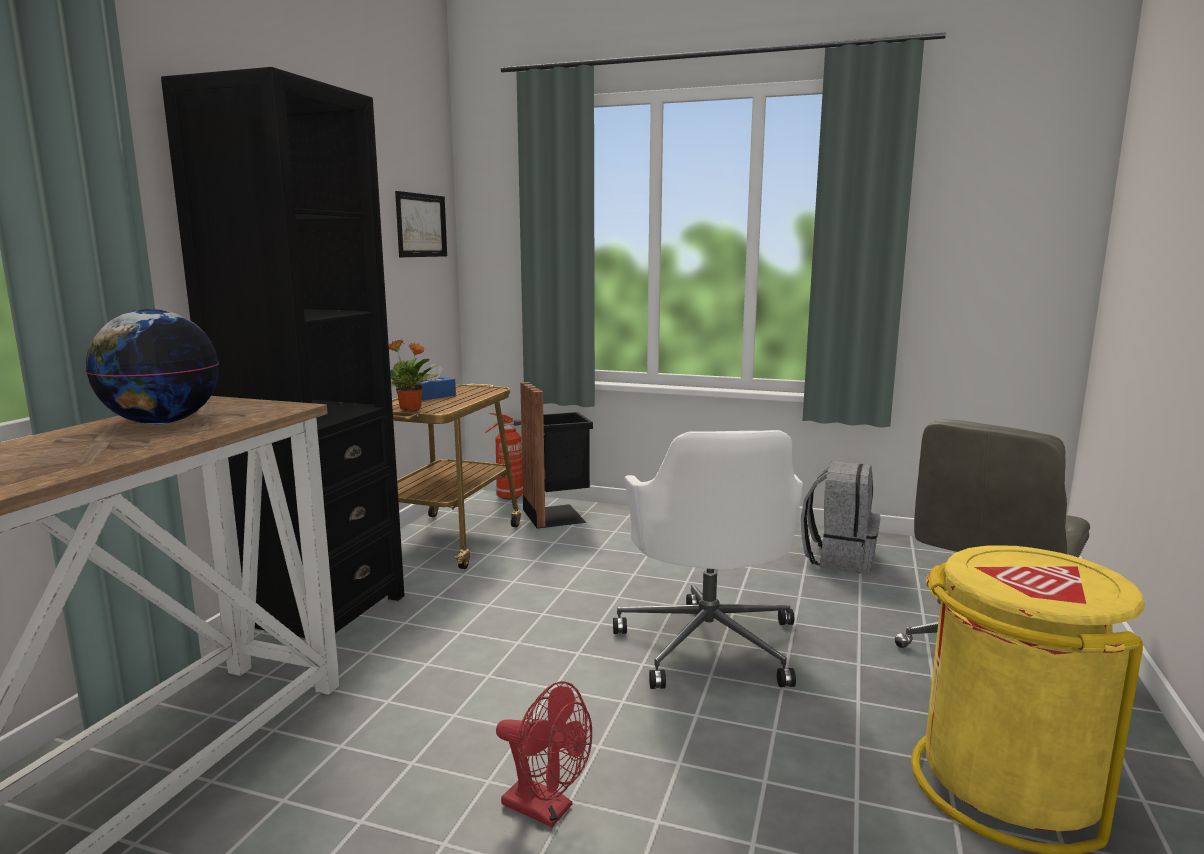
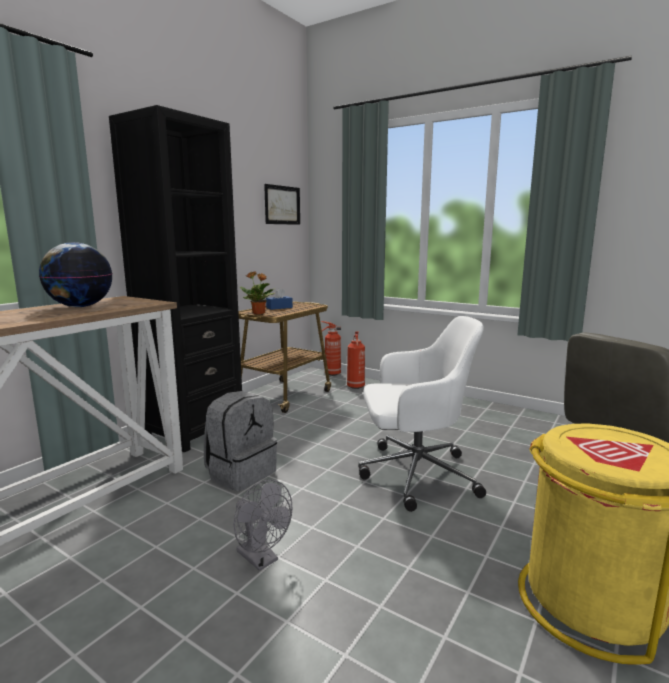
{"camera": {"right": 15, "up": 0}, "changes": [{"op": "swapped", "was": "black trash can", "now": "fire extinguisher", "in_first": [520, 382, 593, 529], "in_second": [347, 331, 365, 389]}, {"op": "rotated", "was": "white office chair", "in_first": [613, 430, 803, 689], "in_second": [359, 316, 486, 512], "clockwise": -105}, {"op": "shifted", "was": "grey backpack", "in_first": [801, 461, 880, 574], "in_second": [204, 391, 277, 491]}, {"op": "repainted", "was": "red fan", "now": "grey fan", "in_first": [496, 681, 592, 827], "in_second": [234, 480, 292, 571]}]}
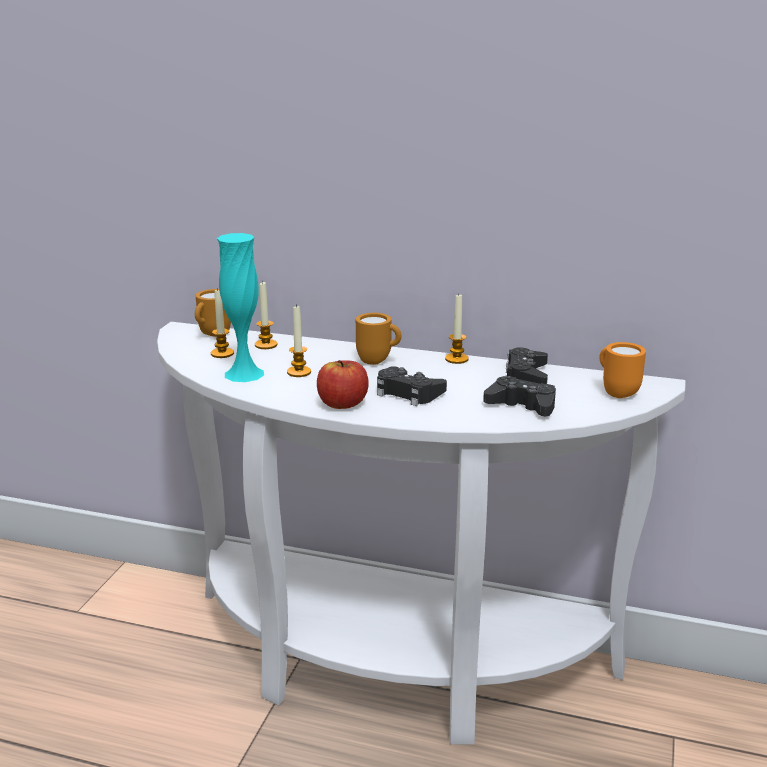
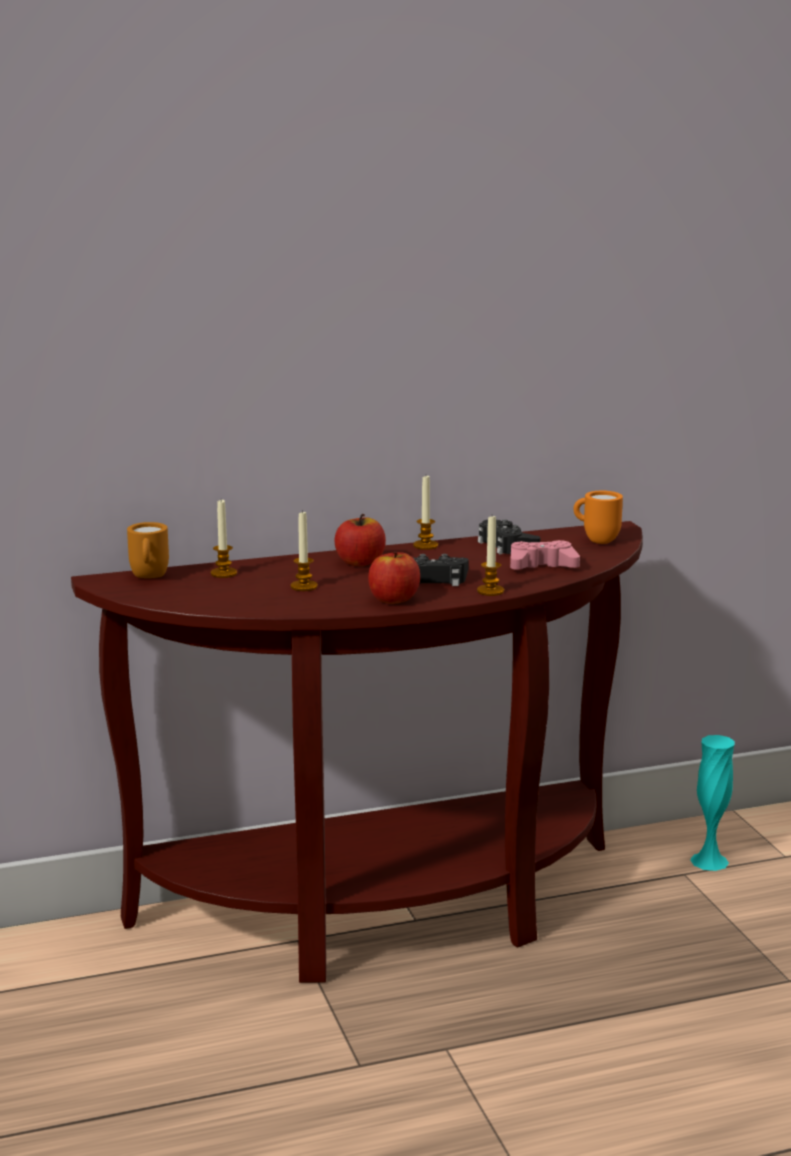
{"camera": {"right": -35, "up": -5}, "changes": [{"op": "shifted", "was": "turquoise vase", "in_first": [217, 233, 264, 382], "in_second": [690, 735, 735, 871]}, {"op": "shifted", "was": "candle", "in_first": [211, 288, 234, 358], "in_second": [477, 516, 504, 596]}, {"op": "swapped", "was": "orange mug", "now": "apple", "in_first": [356, 313, 402, 365], "in_second": [335, 514, 386, 566]}, {"op": "repainted", "was": "white console table", "now": "brown console table", "in_first": [157, 322, 686, 745], "in_second": [71, 521, 643, 983]}, {"op": "repainted", "was": "black game controller", "now": "pink game controller", "in_first": [483, 376, 556, 416], "in_second": [510, 540, 580, 570]}]}
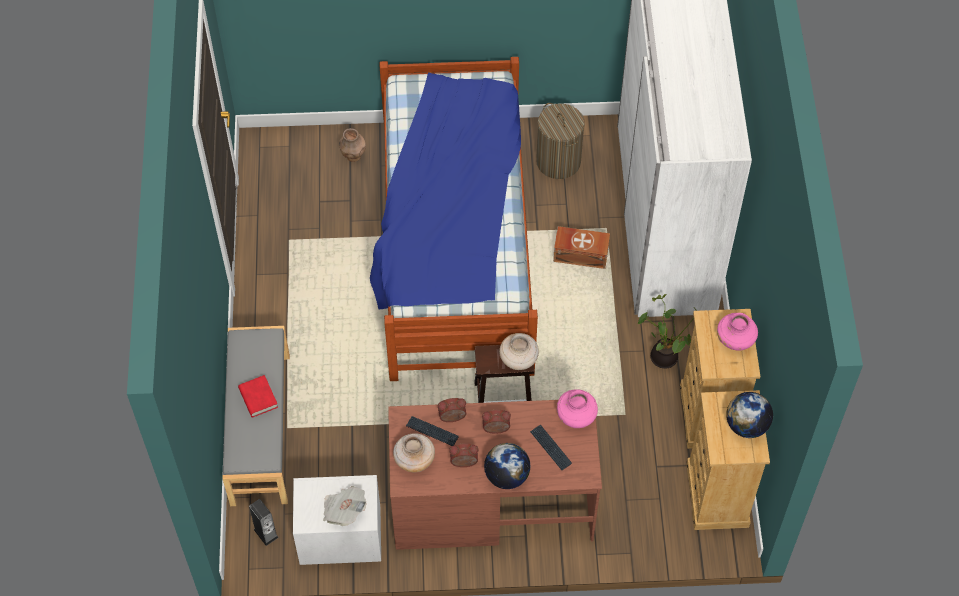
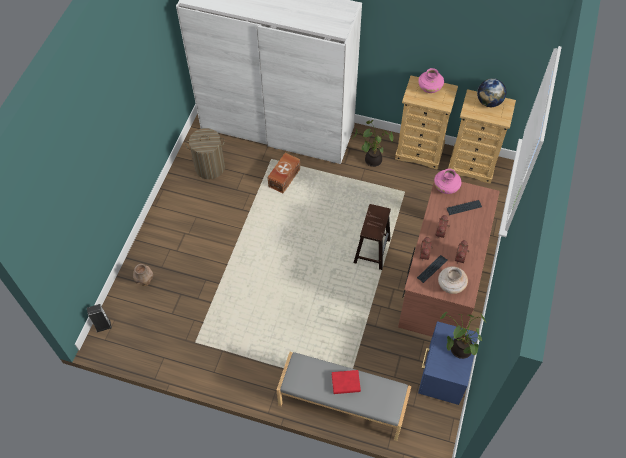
{"camera": {"right": -70, "up": 0}, "changes": [{"op": "gone", "was": "bed", "in_first": [370, 57, 538, 381]}, {"op": "gone", "was": "beige vase", "in_first": [499, 333, 539, 370]}, {"op": "gone", "was": "globe", "in_first": [484, 443, 530, 489]}, {"op": "repainted", "was": "white nightstand", "now": "blue nightstand", "in_first": [293, 475, 381, 565], "in_second": [418, 321, 479, 405]}, {"op": "swapped", "was": "newspaper", "now": "potted plant", "in_first": [323, 486, 367, 526], "in_second": [440, 312, 486, 359]}, {"op": "shifted", "was": "speaker", "in_first": [249, 499, 279, 546], "in_second": [87, 304, 112, 332]}]}
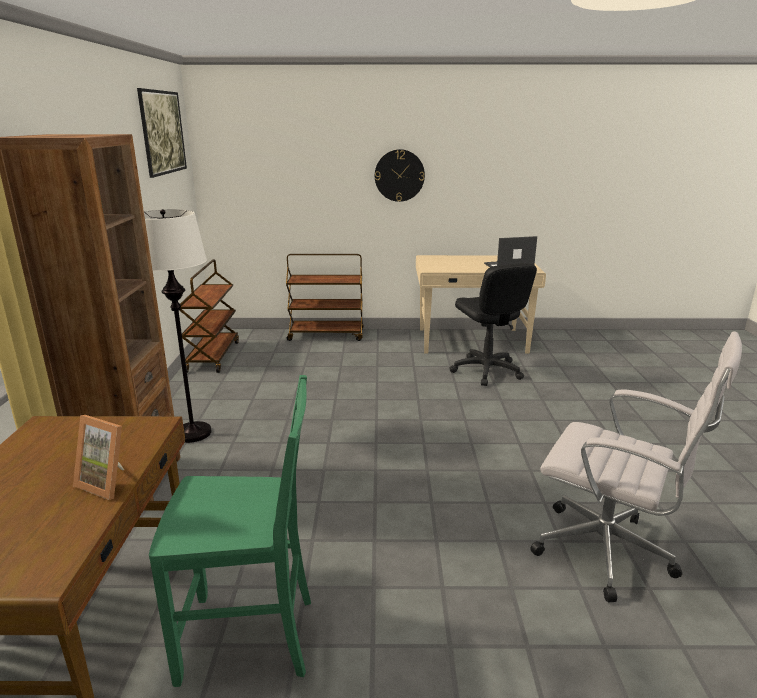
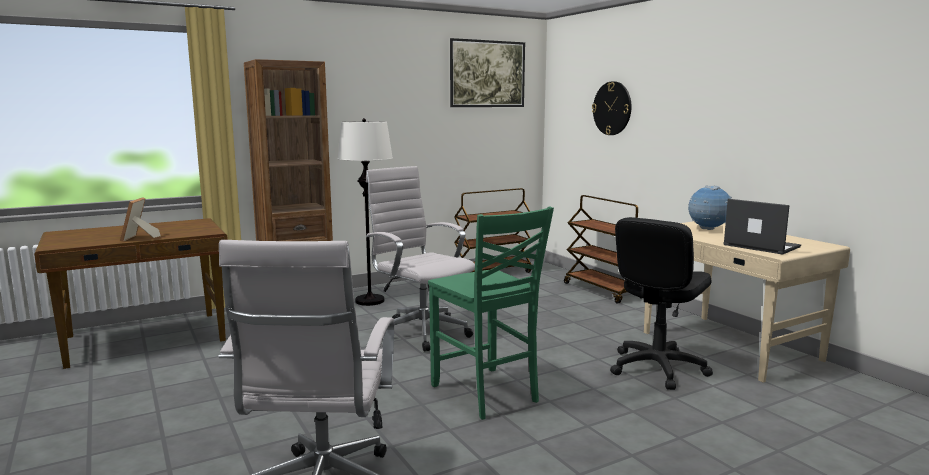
{"camera": {"right": 60, "up": -10}, "changes": [{"op": "shifted", "was": "wall clock", "in_first": [375, 149, 425, 202], "in_second": [592, 81, 631, 135]}, {"op": "shifted", "was": "green chair", "in_first": [149, 375, 311, 687], "in_second": [428, 207, 554, 420]}, {"op": "new", "now": "white office chair", "in_second": [366, 166, 475, 352]}, {"op": "new", "now": "globe", "in_second": [688, 185, 732, 230]}]}
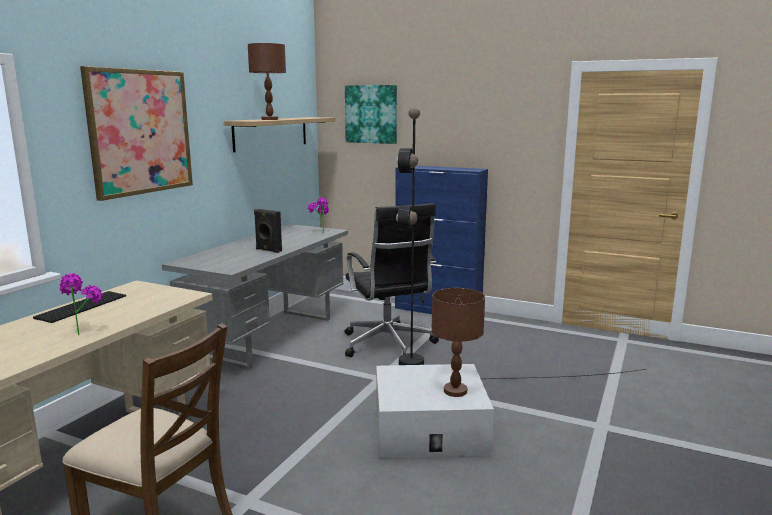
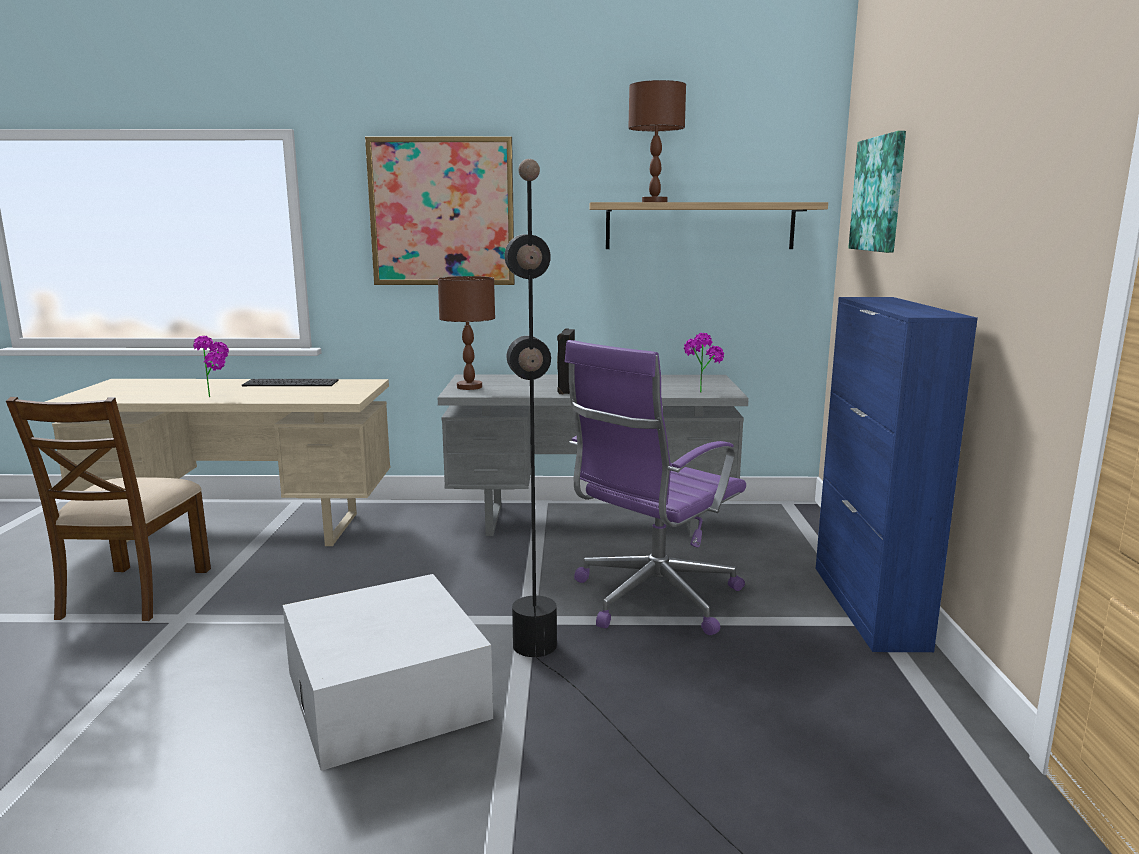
{"camera": {"right": 65, "up": 0}, "changes": [{"op": "repainted", "was": "black office chair", "now": "purple office chair", "in_first": [345, 203, 439, 357], "in_second": [565, 340, 746, 635]}, {"op": "shifted", "was": "brown table lamp", "in_first": [431, 288, 485, 397], "in_second": [438, 276, 495, 390]}]}
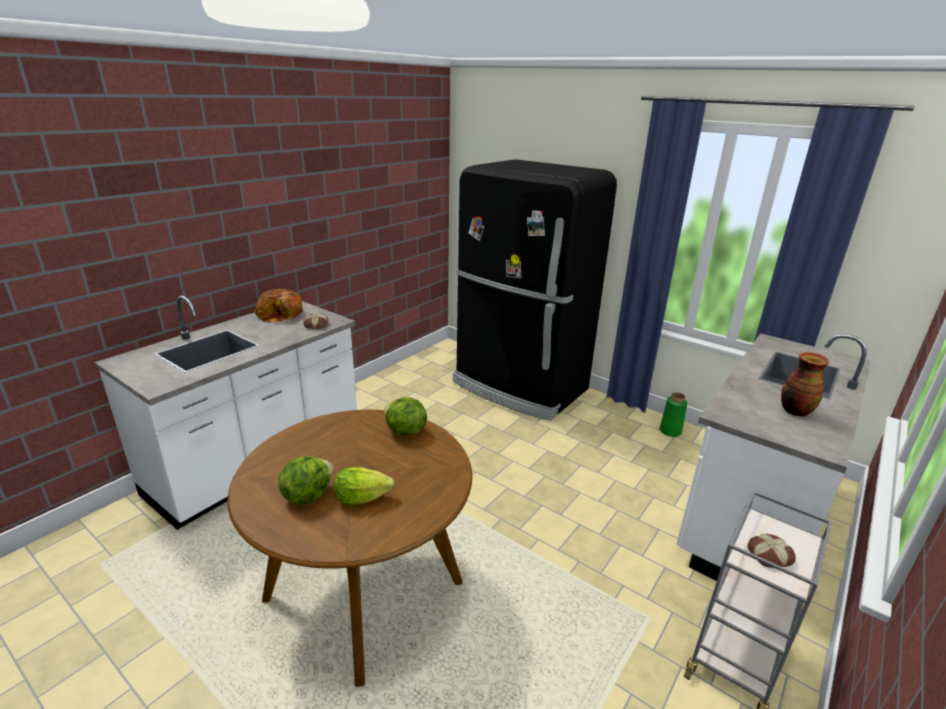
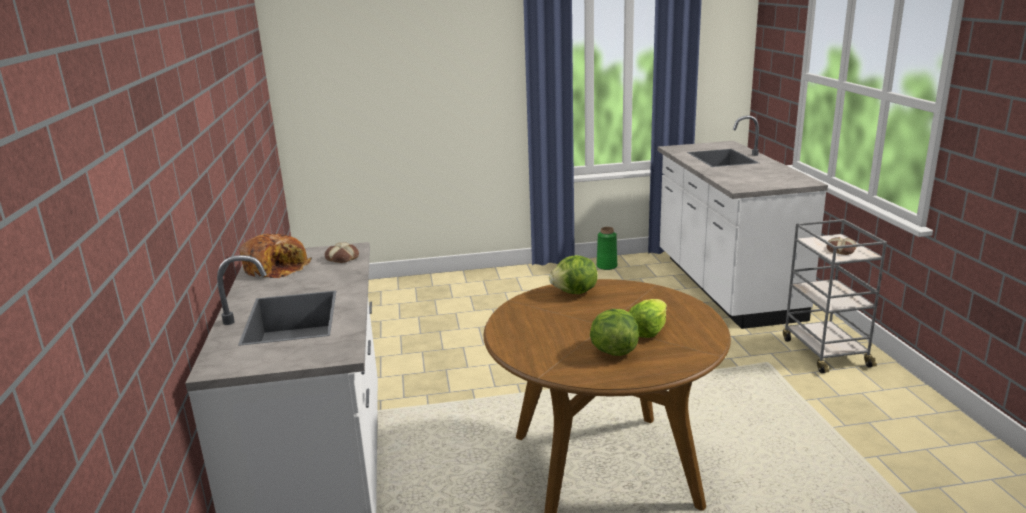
{"camera": {"right": -45, "up": -5}, "changes": [{"op": "gone", "was": "black fridge", "in_first": [452, 159, 617, 421]}, {"op": "gone", "was": "vase", "in_first": [781, 352, 829, 417]}]}
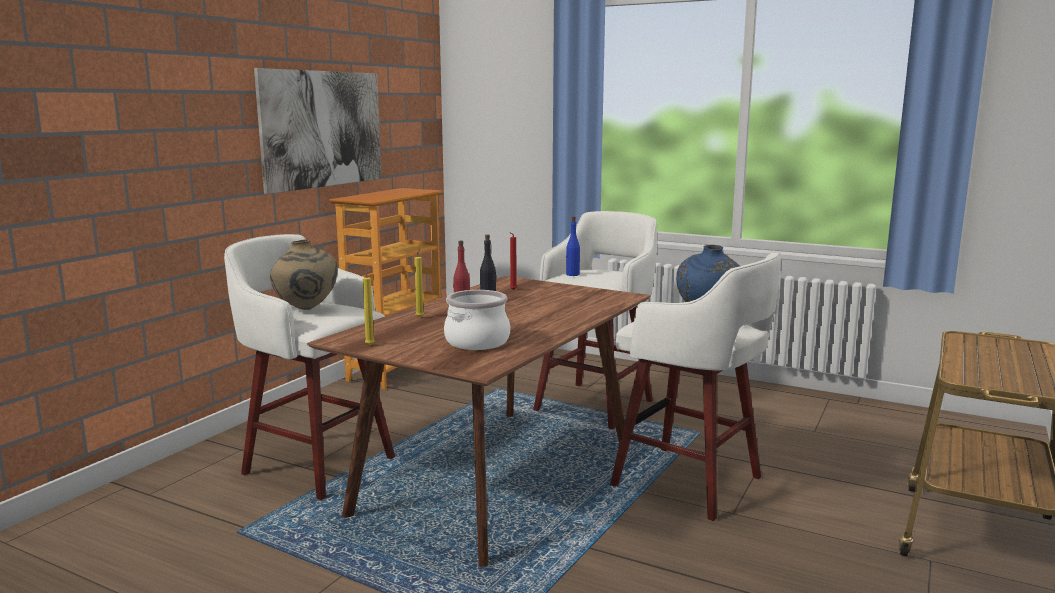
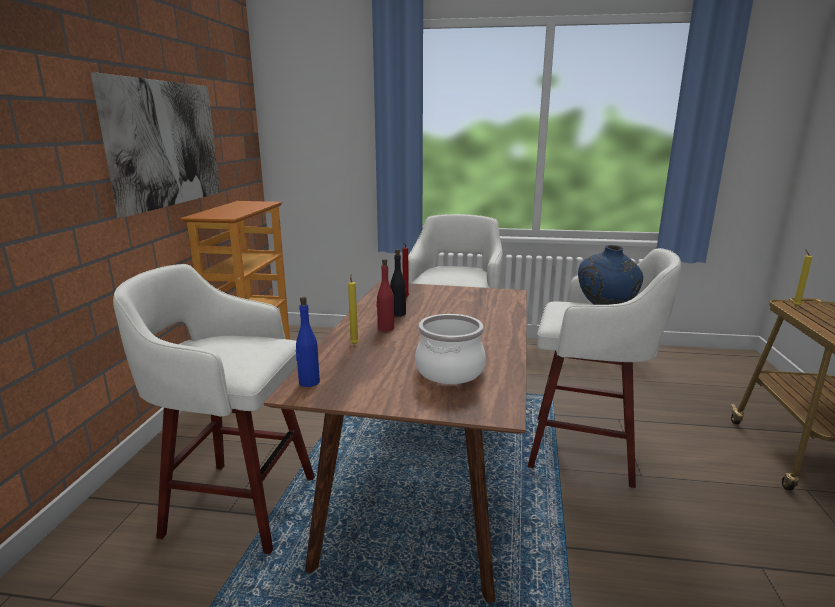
{"camera": {"right": -20, "up": 5}, "changes": [{"op": "shifted", "was": "blue bottle", "in_first": [566, 217, 580, 276], "in_second": [295, 297, 320, 387]}, {"op": "gone", "was": "beige vase", "in_first": [270, 239, 338, 310]}, {"op": "shifted", "was": "yellow candle", "in_first": [363, 269, 375, 345], "in_second": [793, 249, 812, 306]}]}
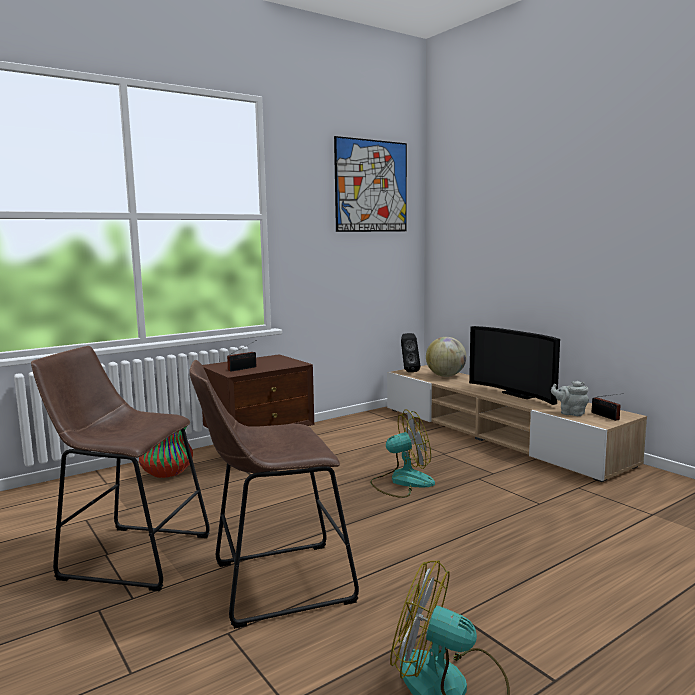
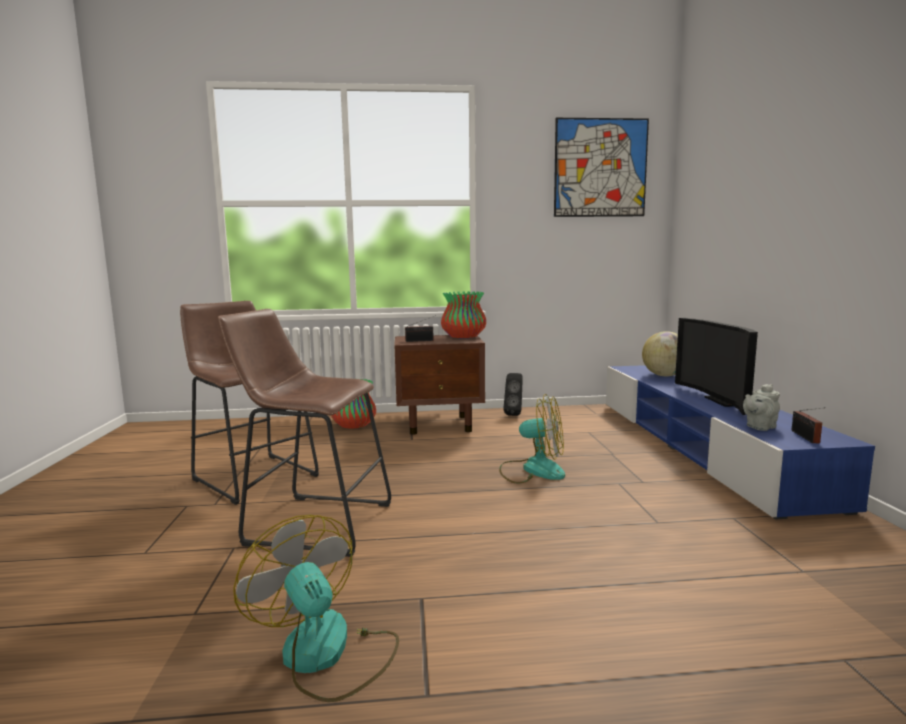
{"camera": {"right": 30, "up": 0}, "changes": [{"op": "shifted", "was": "black speaker", "in_first": [401, 333, 421, 372], "in_second": [504, 373, 523, 416]}, {"op": "repainted", "was": "beige tv stand", "now": "blue tv stand", "in_first": [387, 365, 647, 482], "in_second": [606, 365, 875, 520]}, {"op": "rotated", "was": "grey teapot", "in_first": [551, 381, 589, 416], "in_second": [743, 384, 780, 431], "clockwise": -90}, {"op": "new", "now": "vase", "in_second": [441, 291, 486, 338]}]}
